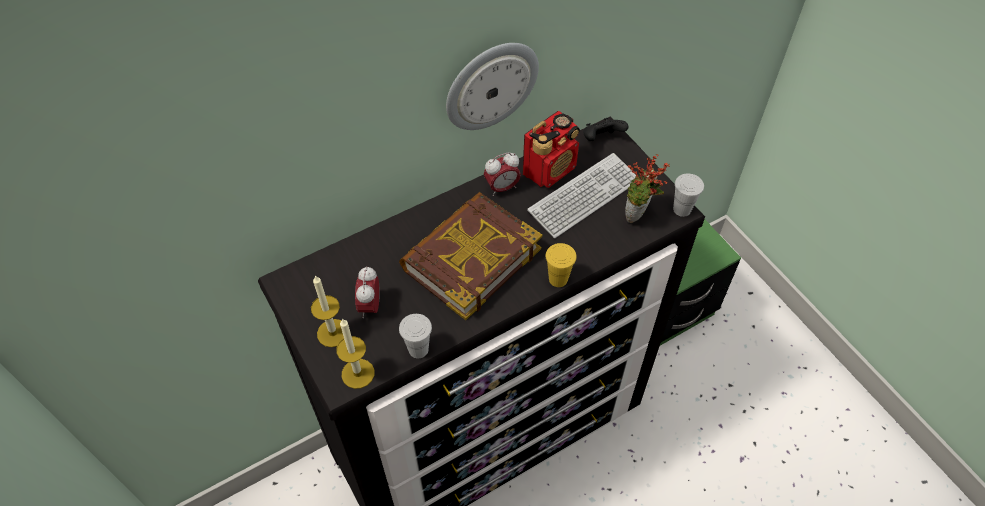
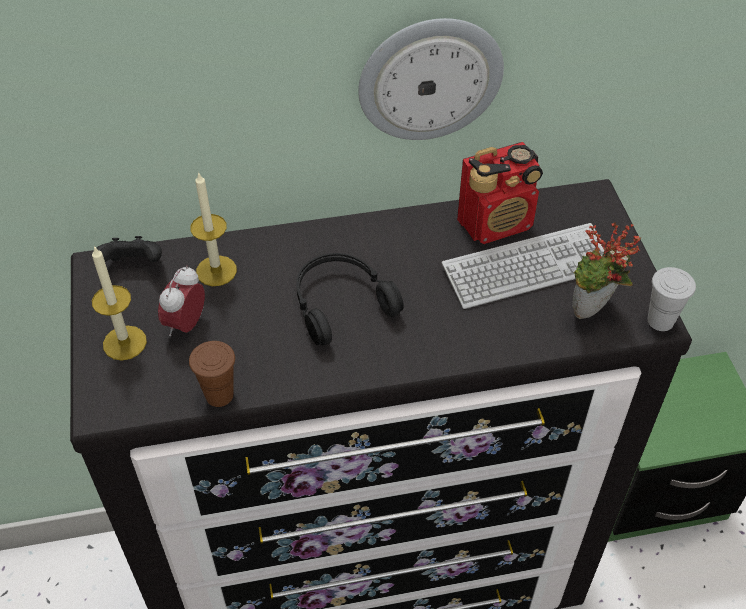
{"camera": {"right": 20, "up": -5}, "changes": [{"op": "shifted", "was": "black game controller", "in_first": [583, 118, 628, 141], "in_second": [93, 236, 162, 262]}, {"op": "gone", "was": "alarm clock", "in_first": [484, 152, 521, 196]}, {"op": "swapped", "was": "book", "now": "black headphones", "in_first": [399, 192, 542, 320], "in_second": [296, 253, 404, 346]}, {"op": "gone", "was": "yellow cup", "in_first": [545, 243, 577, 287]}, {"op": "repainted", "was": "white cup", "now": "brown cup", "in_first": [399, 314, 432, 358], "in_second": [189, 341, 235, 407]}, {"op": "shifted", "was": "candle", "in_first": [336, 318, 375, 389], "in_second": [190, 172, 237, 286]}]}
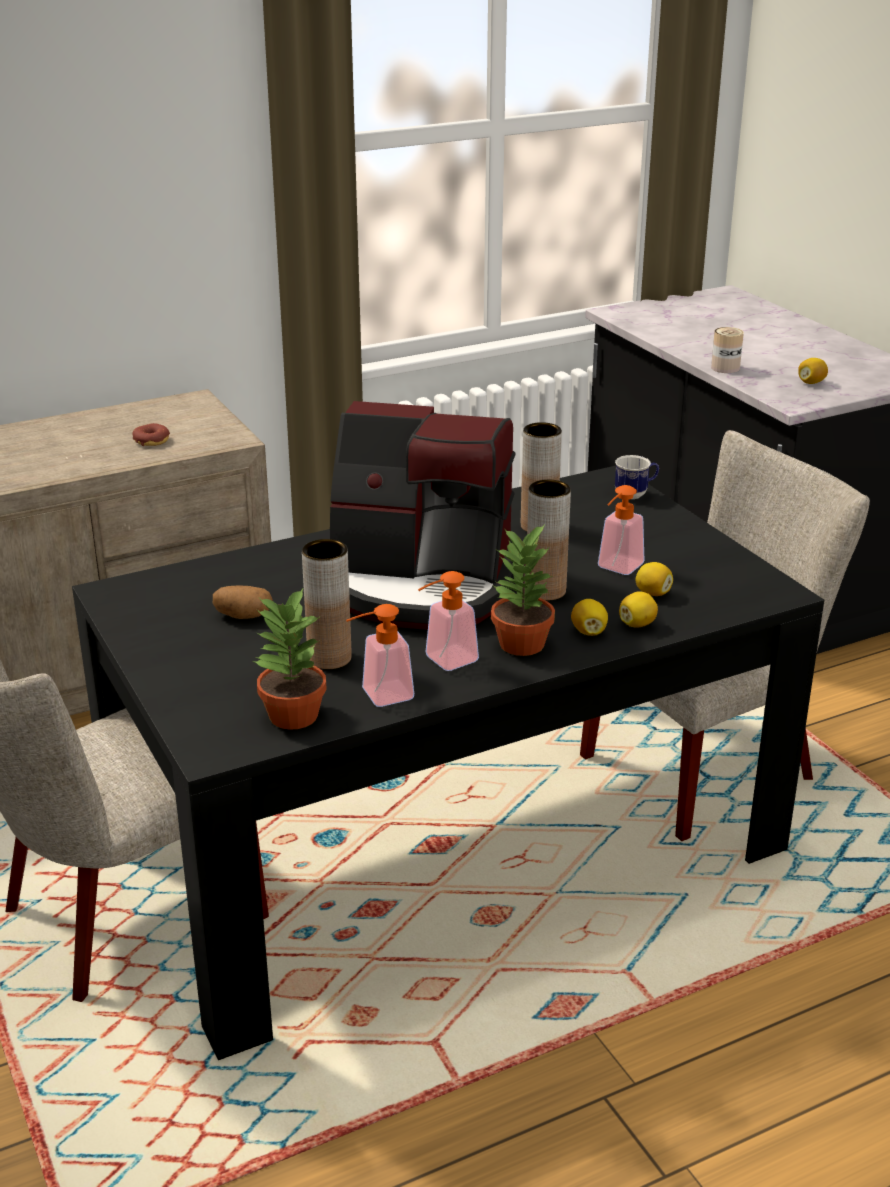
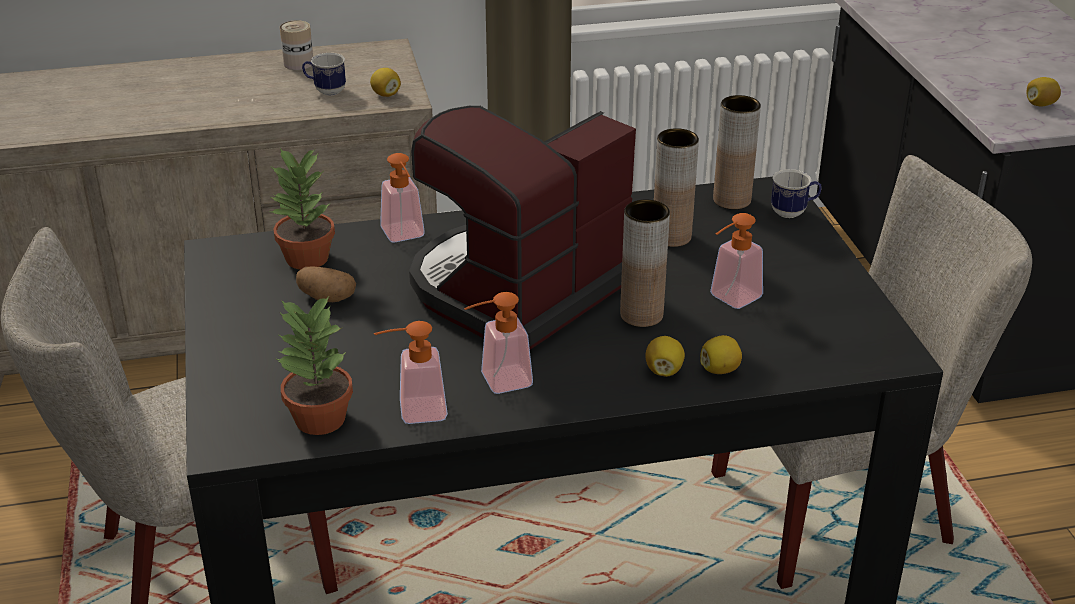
{"camera": {"right": 15, "up": 5}, "changes": [{"op": "shifted", "was": "can", "in_first": [711, 327, 744, 373], "in_second": [280, 20, 313, 70]}, {"op": "rotated", "was": "coffee machine", "in_first": [330, 401, 515, 630], "in_second": [409, 106, 636, 350], "clockwise": 105}, {"op": "swapped", "was": "donut", "now": "mug", "in_first": [132, 423, 170, 446], "in_second": [302, 53, 346, 95]}, {"op": "shifted", "was": "potted plant", "in_first": [491, 525, 555, 656], "in_second": [271, 148, 335, 270]}, {"op": "shifted", "was": "brown vase", "in_first": [302, 539, 352, 670], "in_second": [713, 95, 761, 210]}, {"op": "shifted", "was": "lemon", "in_first": [636, 562, 673, 596], "in_second": [370, 68, 401, 97]}, {"op": "new", "now": "soap dispenser", "in_second": [380, 153, 425, 242]}]}
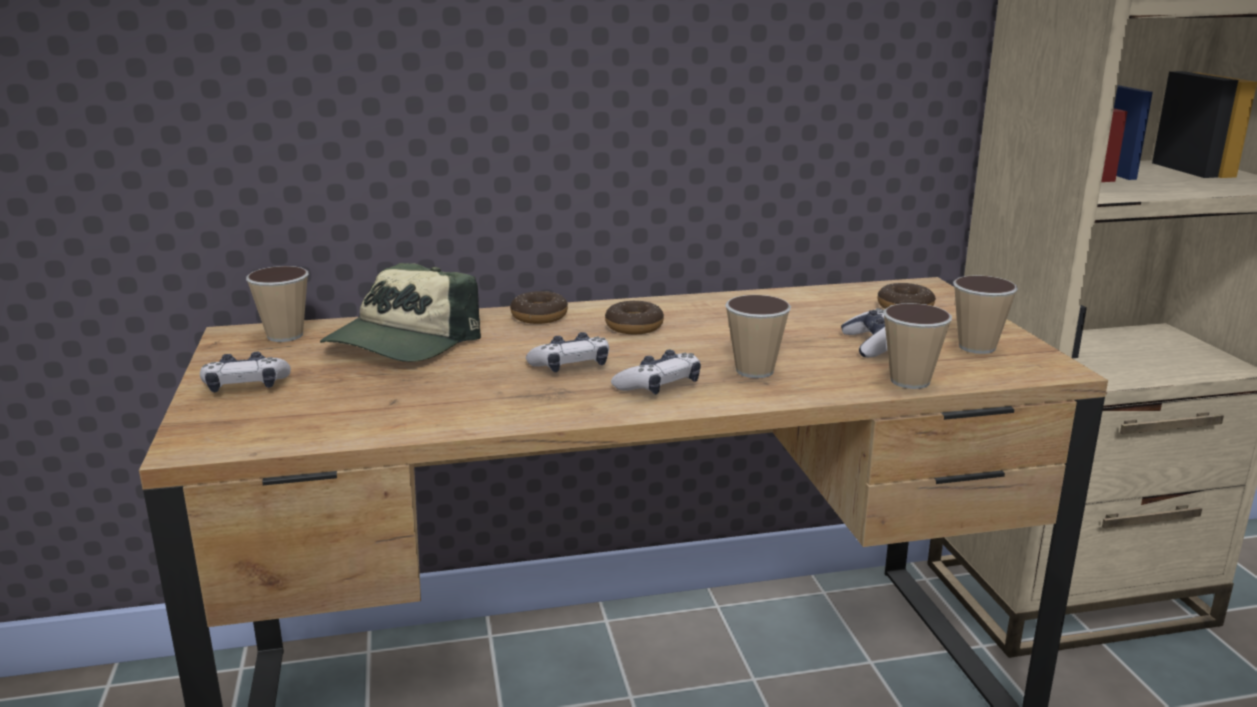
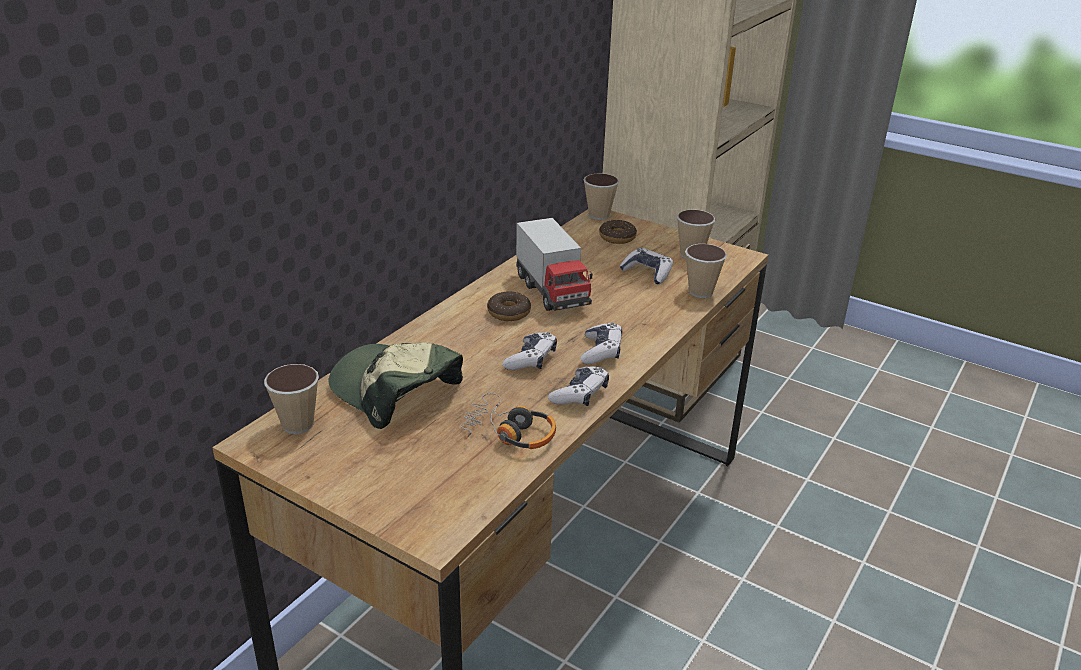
{"camera": {"right": -45, "up": 10}, "changes": [{"op": "rotated", "was": "cap", "in_first": [320, 263, 481, 362], "in_second": [329, 342, 463, 429], "clockwise": 150}, {"op": "gone", "was": "donut", "in_first": [510, 291, 568, 324]}, {"op": "shifted", "was": "cup", "in_first": [725, 295, 791, 378], "in_second": [584, 173, 619, 220]}, {"op": "shifted", "was": "game controller", "in_first": [200, 352, 291, 392], "in_second": [548, 367, 609, 406]}, {"op": "new", "now": "toy truck", "in_second": [516, 218, 593, 311]}, {"op": "new", "now": "headphones", "in_second": [460, 393, 556, 449]}]}
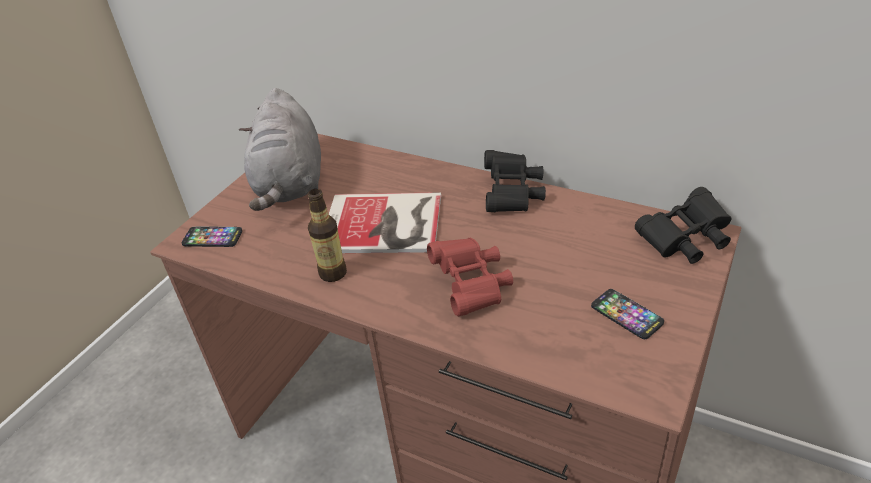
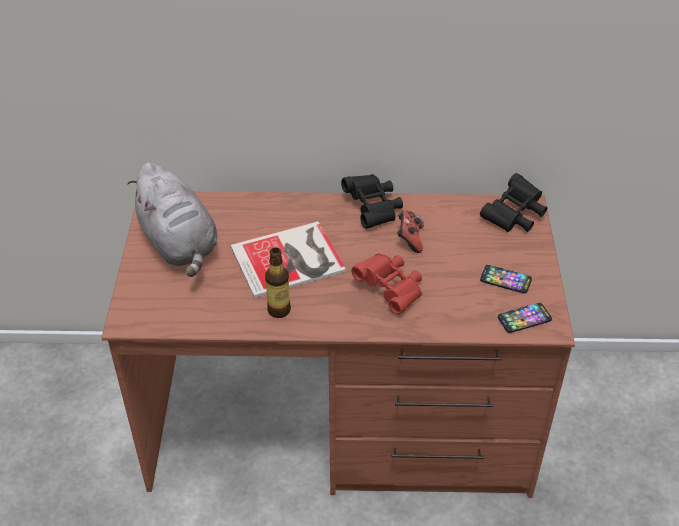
{"camera": {"right": -30, "up": 5}, "changes": [{"op": "shifted", "was": "phone", "in_first": [182, 227, 242, 247], "in_second": [498, 302, 552, 333]}, {"op": "new", "now": "game controller", "in_second": [397, 210, 424, 253]}]}
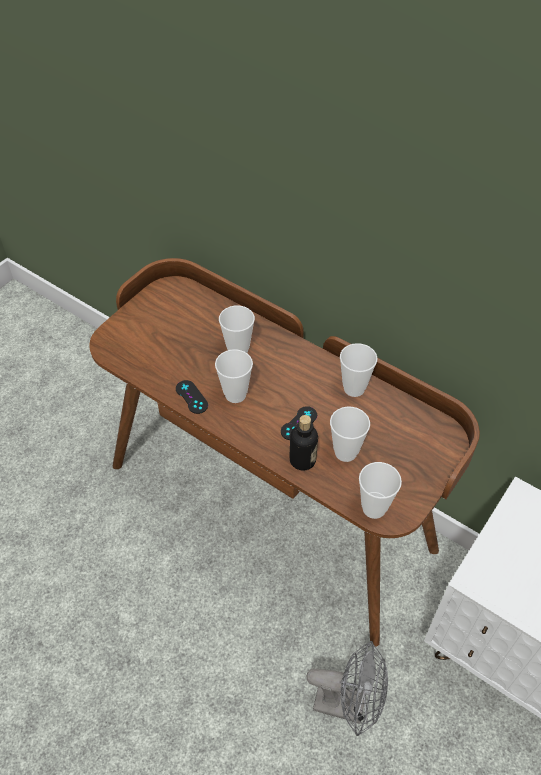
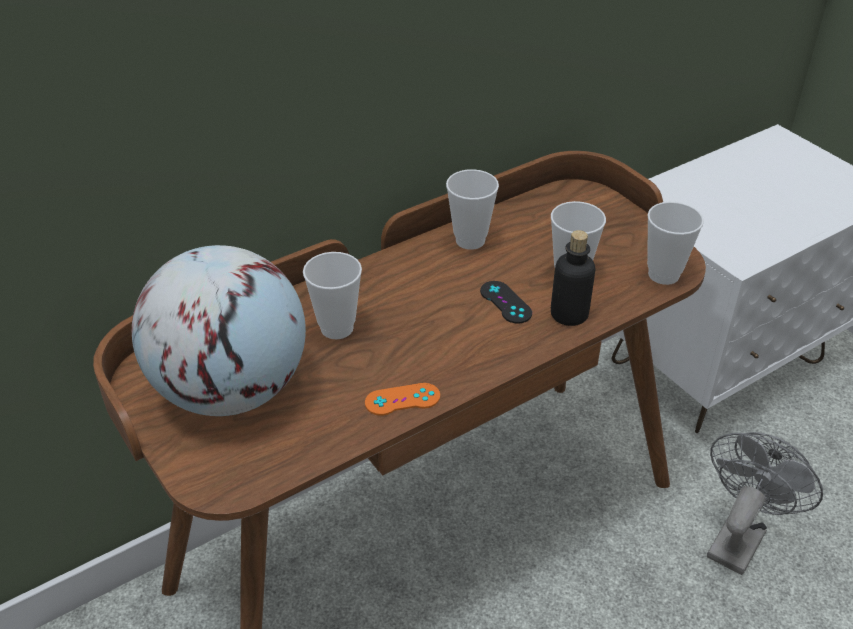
{"camera": {"right": -70, "up": -10}, "changes": [{"op": "gone", "was": "cup", "in_first": [215, 349, 253, 403]}, {"op": "repainted", "was": "black game controller", "now": "orange game controller", "in_first": [176, 380, 208, 414], "in_second": [365, 383, 440, 416]}, {"op": "new", "now": "globe", "in_second": [132, 245, 306, 416]}]}
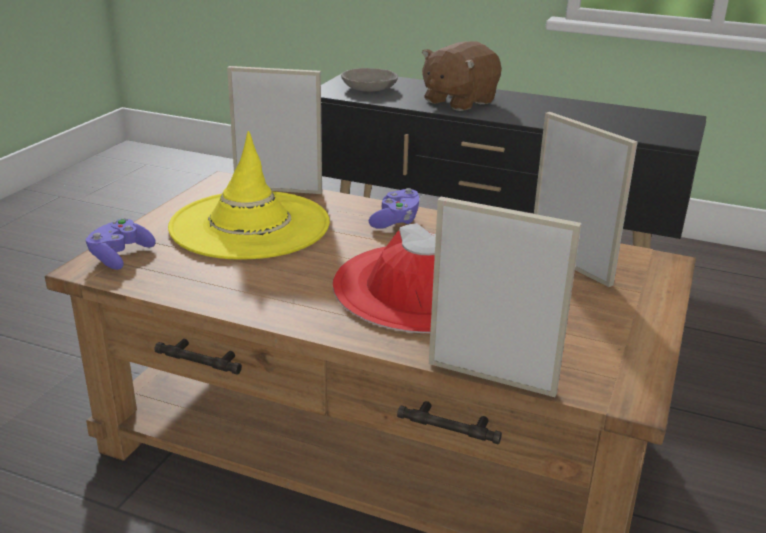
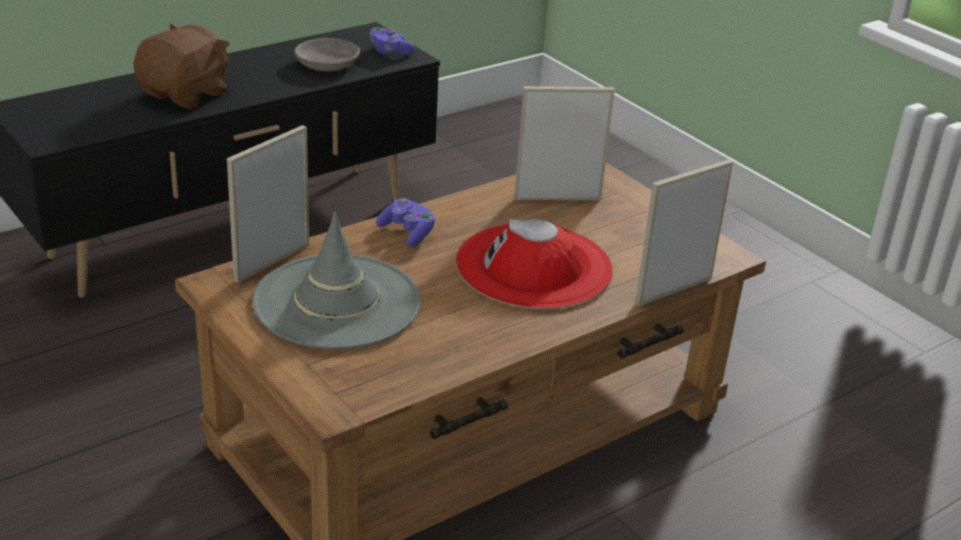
{"camera": {"right": -60, "up": 5}, "changes": [{"op": "rotated", "was": "brown plush toy", "in_first": [422, 41, 502, 111], "in_second": [133, 24, 230, 109], "clockwise": -135}, {"op": "shifted", "was": "grey bowl", "in_first": [341, 68, 398, 92], "in_second": [294, 38, 360, 72]}, {"op": "repainted", "was": "yellow hat", "now": "grey hat", "in_first": [168, 131, 330, 260], "in_second": [253, 212, 421, 350]}, {"op": "shifted", "was": "purple game controller", "in_first": [86, 218, 156, 270], "in_second": [370, 27, 415, 55]}]}
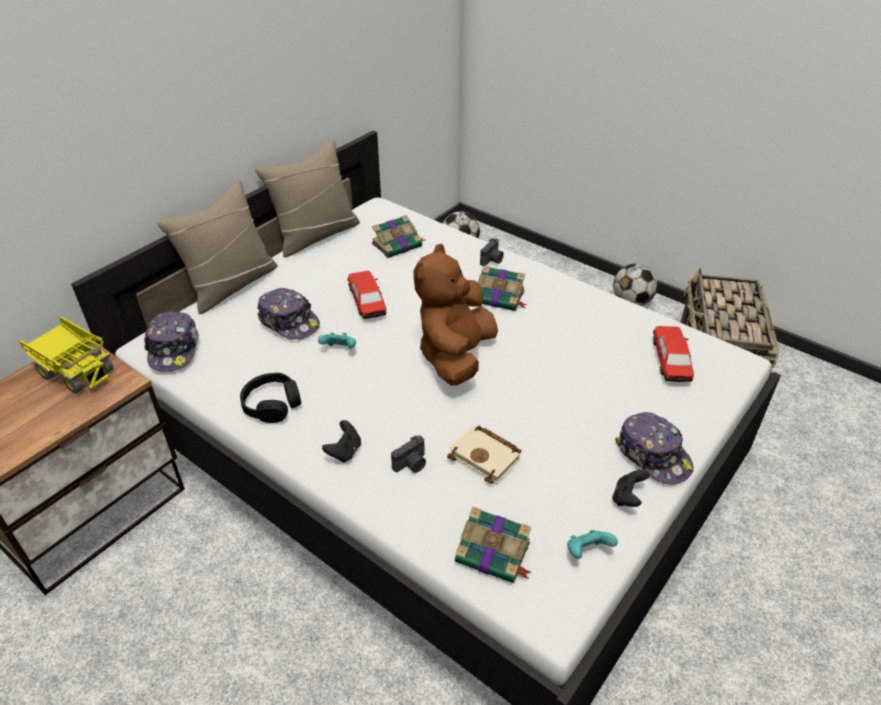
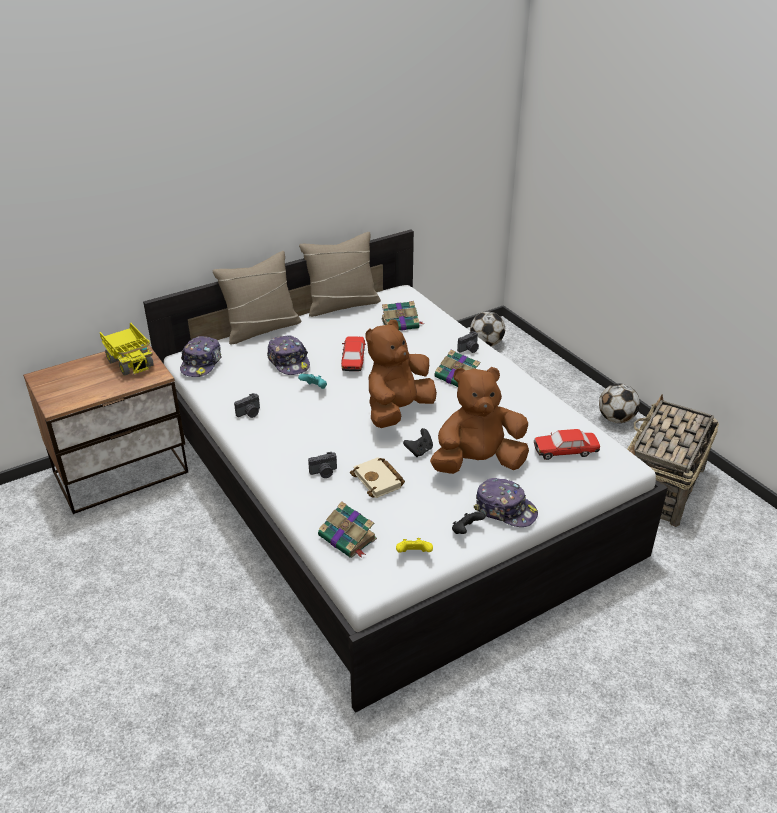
{"camera": {"right": 20, "up": -5}, "changes": [{"op": "rotated", "was": "toy car", "in_first": [653, 326, 694, 382], "in_second": [534, 429, 600, 460], "clockwise": -120}, {"op": "swapped", "was": "black headphones", "now": "photo camera", "in_first": [240, 373, 301, 423], "in_second": [234, 393, 260, 418]}, {"op": "rotated", "was": "cap", "in_first": [615, 412, 693, 485], "in_second": [474, 478, 538, 527], "clockwise": -45}, {"op": "shifted", "was": "black game controller", "in_first": [322, 420, 361, 462], "in_second": [403, 428, 433, 457]}, {"op": "repainted", "was": "turquoise game controller", "now": "yellow game controller", "in_first": [567, 530, 618, 559], "in_second": [396, 538, 433, 553]}, {"op": "new", "now": "brown plush toy", "in_second": [430, 367, 529, 474]}]}
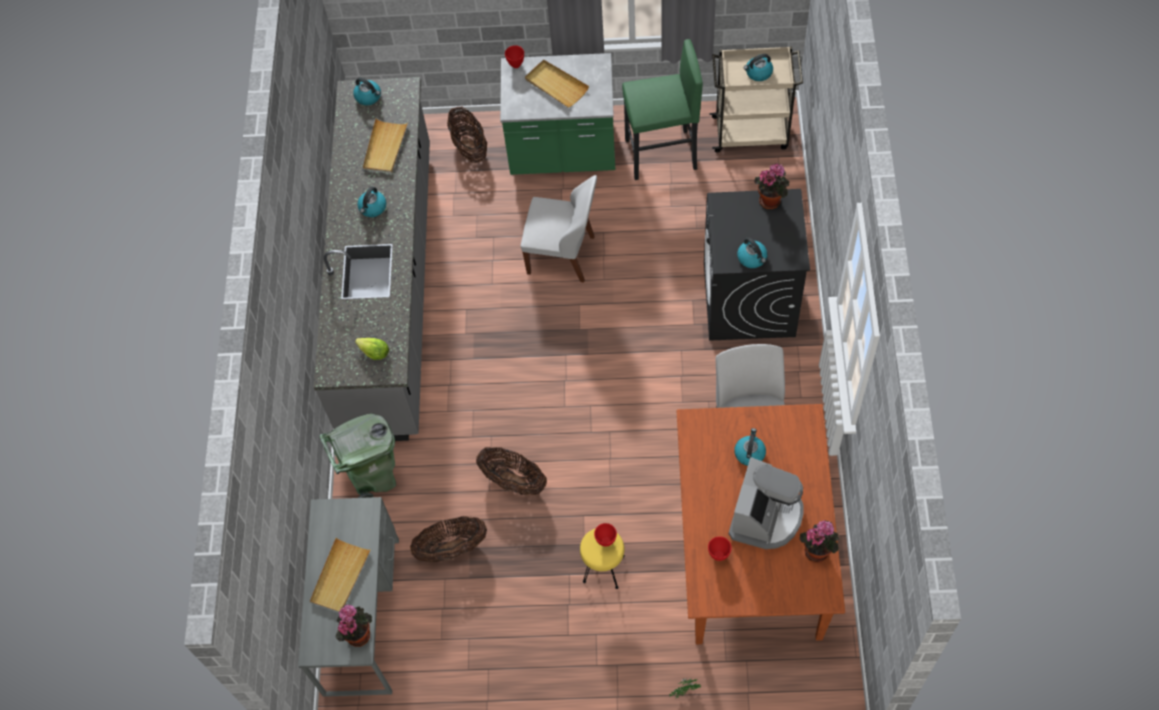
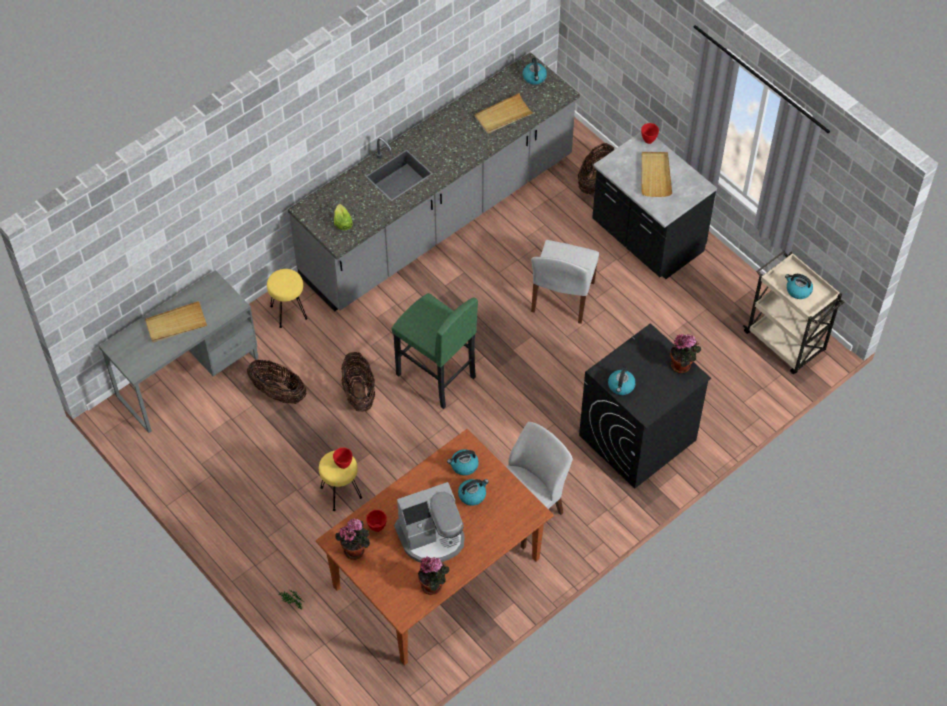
{"camera": {"right": 45, "up": -5}, "changes": [{"op": "shifted", "was": "green stool", "in_first": [622, 39, 703, 180], "in_second": [392, 293, 478, 409]}, {"op": "repainted", "was": "green counter", "now": "black counter", "in_first": [500, 53, 615, 175], "in_second": [592, 132, 717, 279]}, {"op": "rotated", "was": "white chair", "in_first": [521, 175, 597, 283], "in_second": [531, 240, 599, 324], "clockwise": 45}, {"op": "shifted", "was": "kettle", "in_first": [357, 187, 386, 217], "in_second": [447, 449, 479, 476]}, {"op": "swapped", "was": "green trash can", "now": "yellow stool", "in_first": [320, 413, 396, 498], "in_second": [267, 269, 308, 328]}, {"op": "shifted", "was": "potted plant", "in_first": [336, 605, 372, 647], "in_second": [335, 518, 370, 560]}]}
